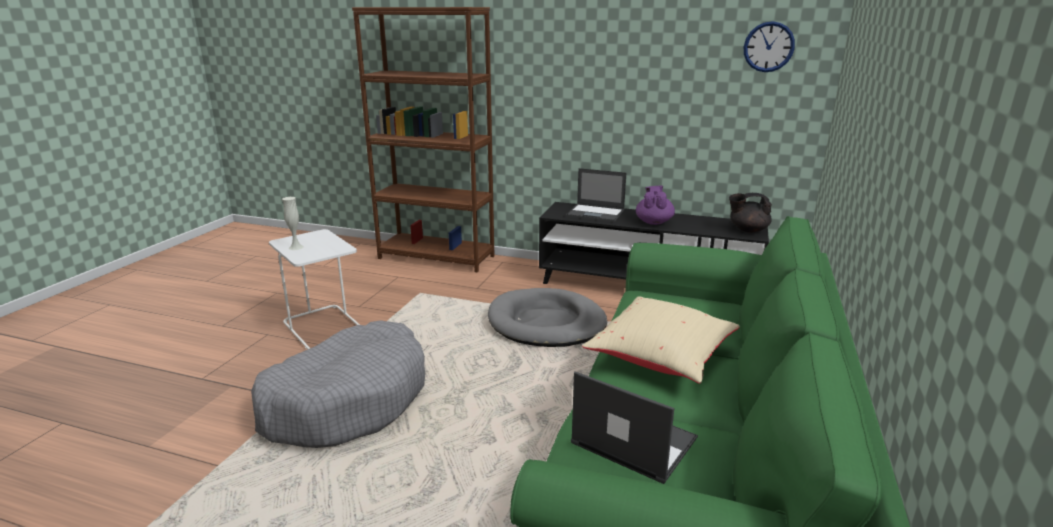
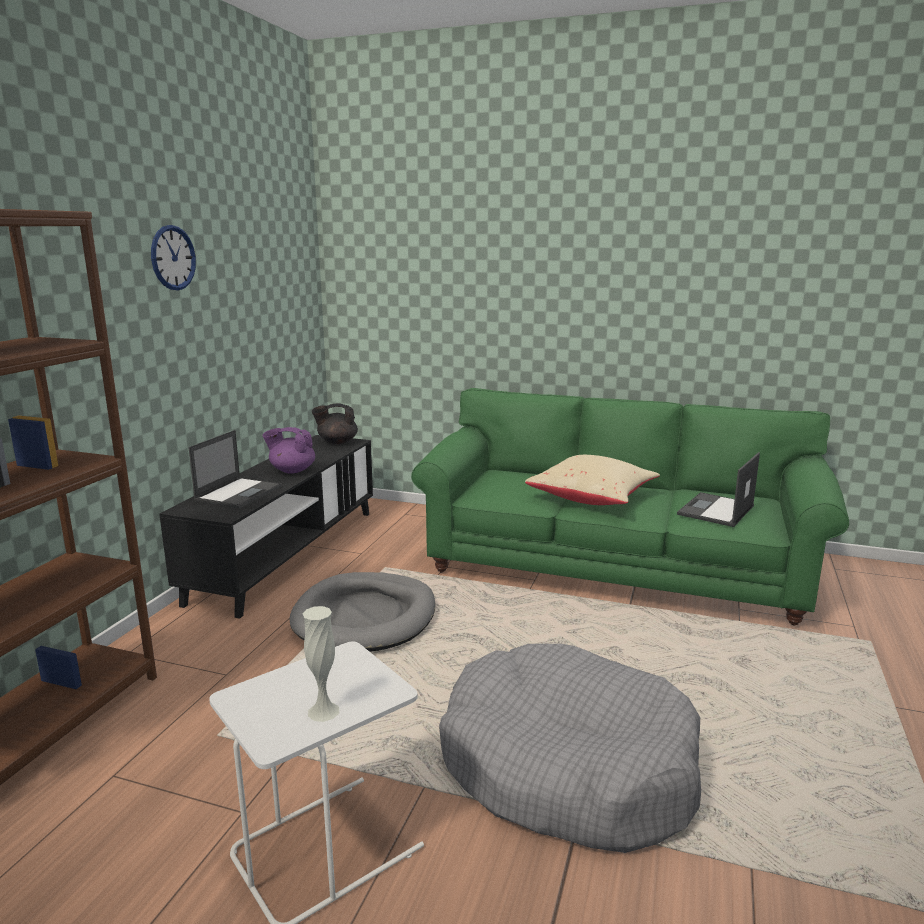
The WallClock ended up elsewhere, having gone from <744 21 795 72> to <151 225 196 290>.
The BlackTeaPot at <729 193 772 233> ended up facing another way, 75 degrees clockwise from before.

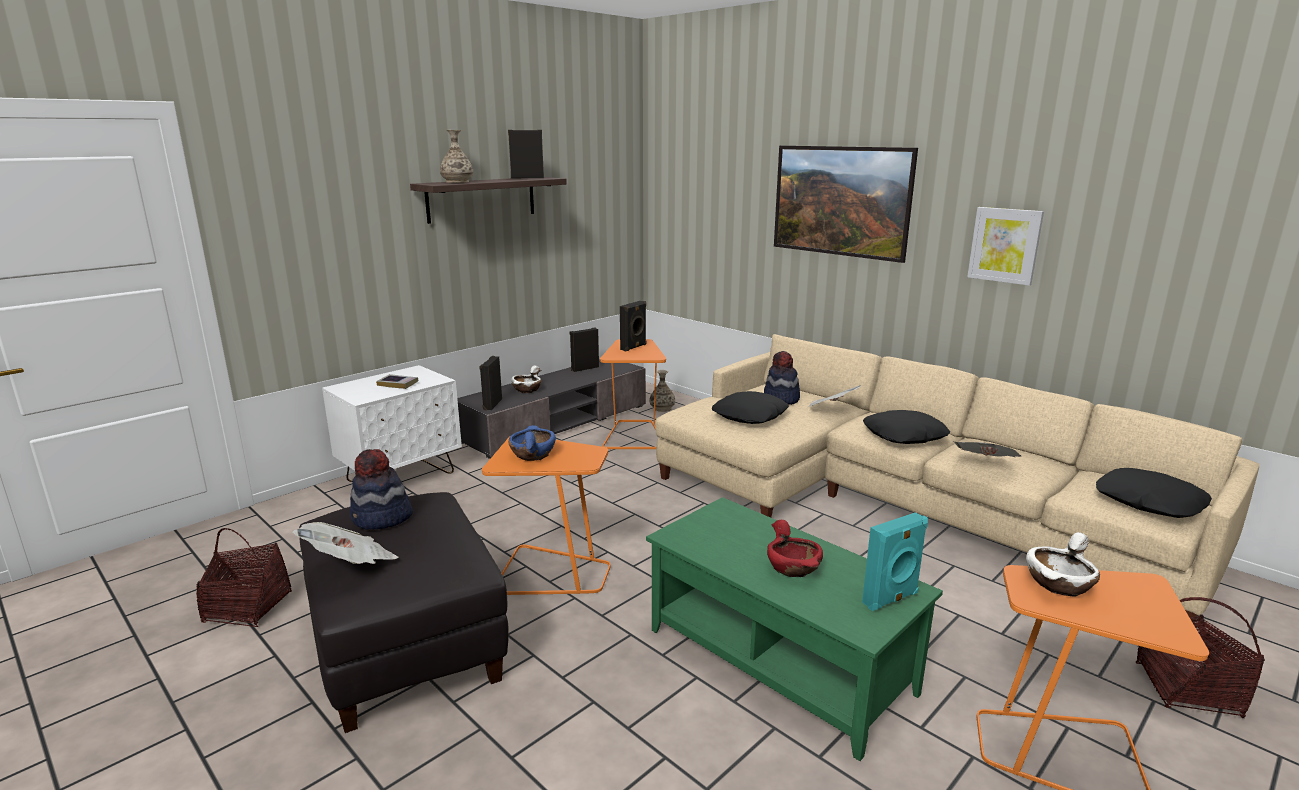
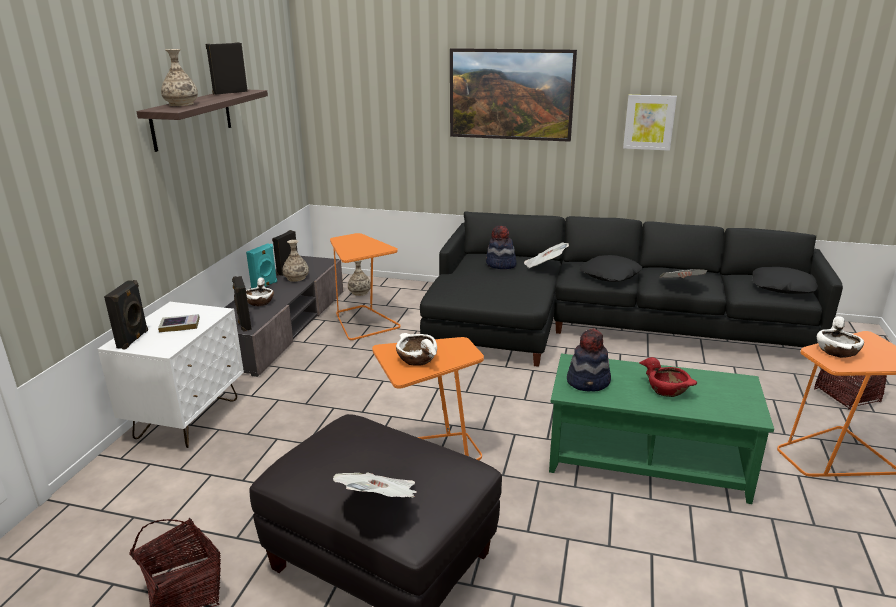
The second view lost the BlackPillow at <712 391 789 424>.
The second view gained the DecorativeVase at <282 240 309 282>.
The ClothingHat ended up elsewhere, having gone from <350 449 413 530> to <567 328 611 392>.
The BlackAudioSpeaker ended up elsewhere, having gone from <620 301 646 351> to <104 280 148 350>.
The TurquoiseColouredAudioSpeaker ended up elsewhere, having gone from <862 512 928 611> to <246 243 277 288>.
What was the BlueBowl at <508 425 556 461> turned into the WhiteColouredBowl at <396 333 437 366>.
What was the SandColouredSettee at <656 334 1260 623> turned into the BlackSettee at <420 211 843 367>.

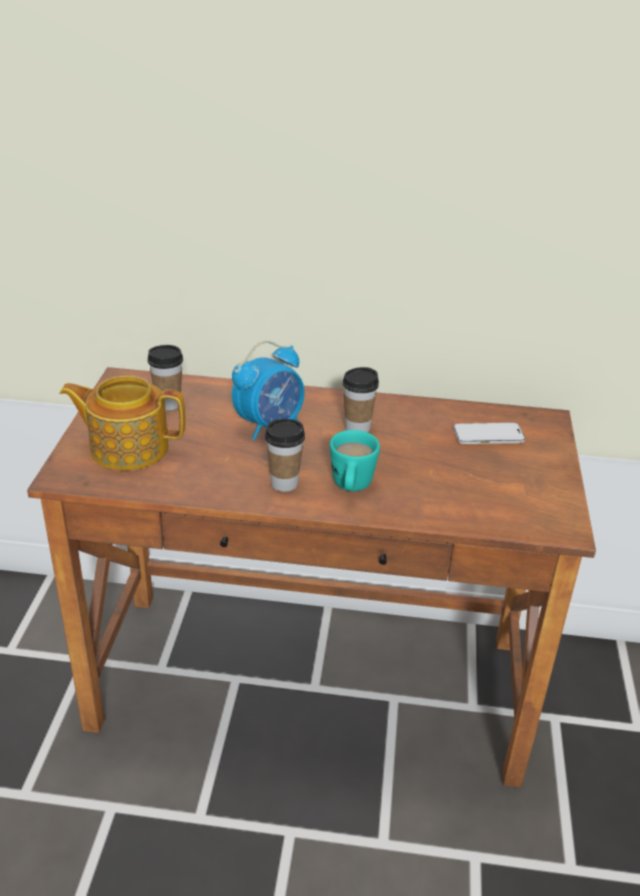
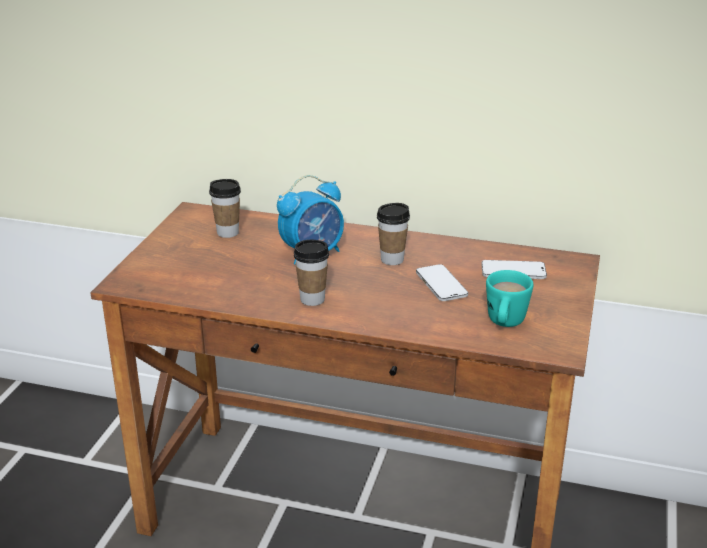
The second view lost the TeaPot at <59 375 186 471>.
The second view gained the Handset at <416 264 468 301>.
The TurquoiseColouredCoffeeMug ended up elsewhere, having gone from <330 430 380 491> to <486 270 534 327>.

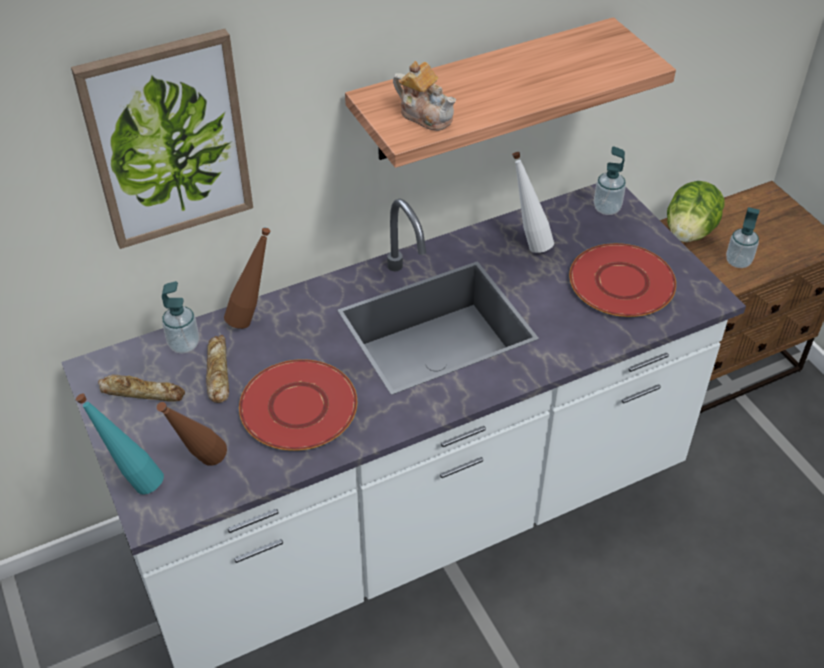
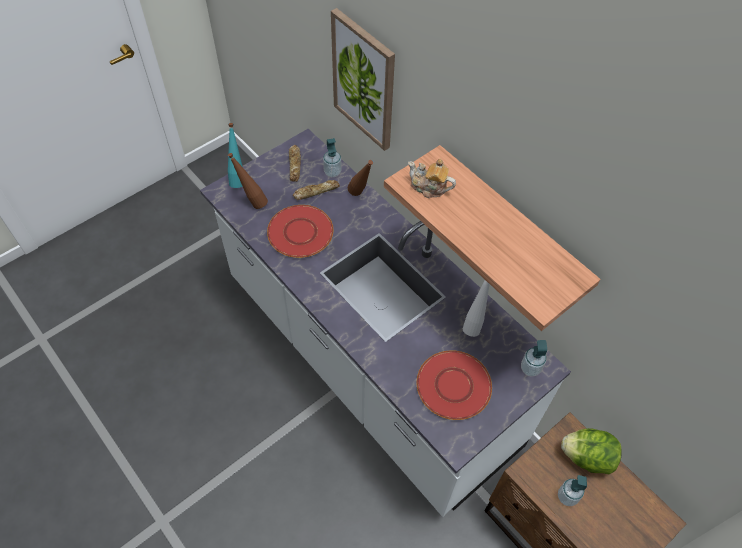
The TeaPot at <393 61 456 131> ended up facing another way, 90 degrees clockwise from before.

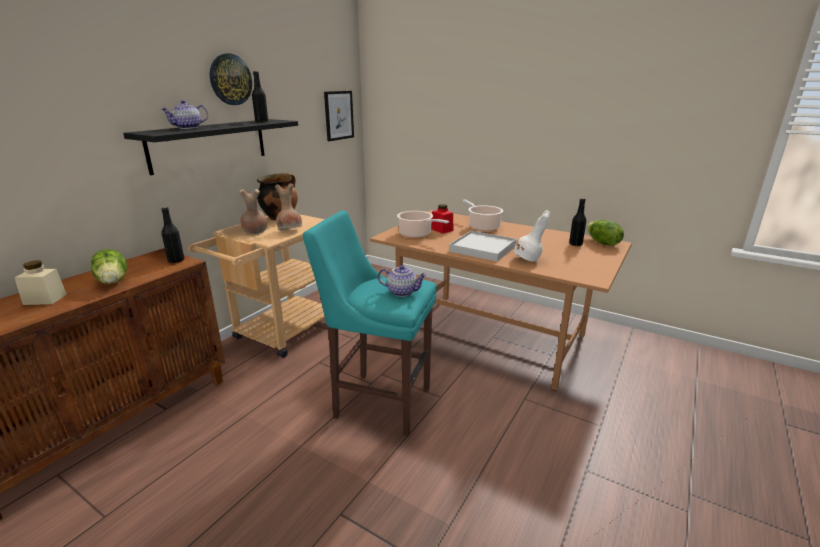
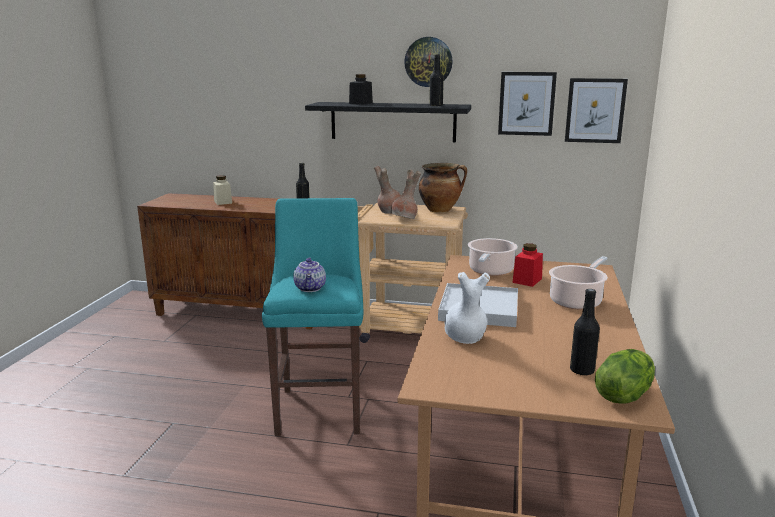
The second view lost the HeadOfLettuce at <91 249 127 284>.
The second view gained the Picture at <498 72 557 136>.
Where the TeaPot stood at <161 100 208 129>, the BlackStorageJar came to stand at <349 74 373 105>.

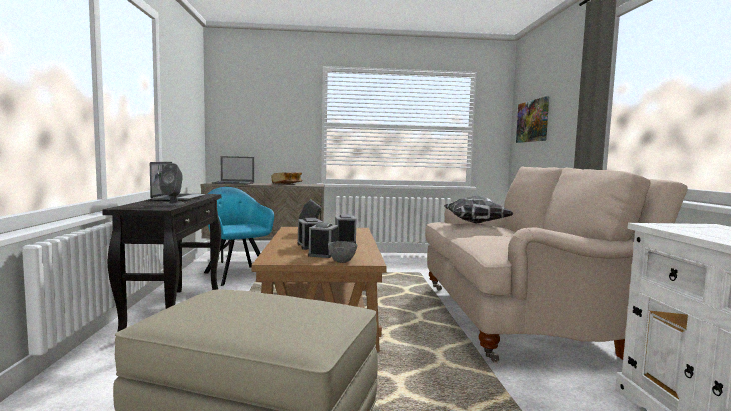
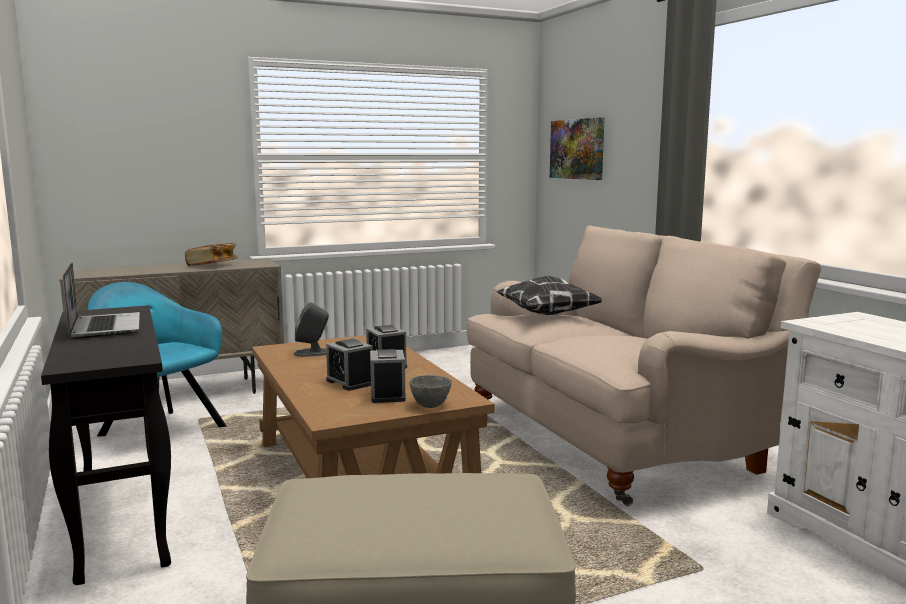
The second view lost the GreyAudioSpeaker at <160 163 184 206>.
The second view lost the Laptop at <212 156 254 185>.

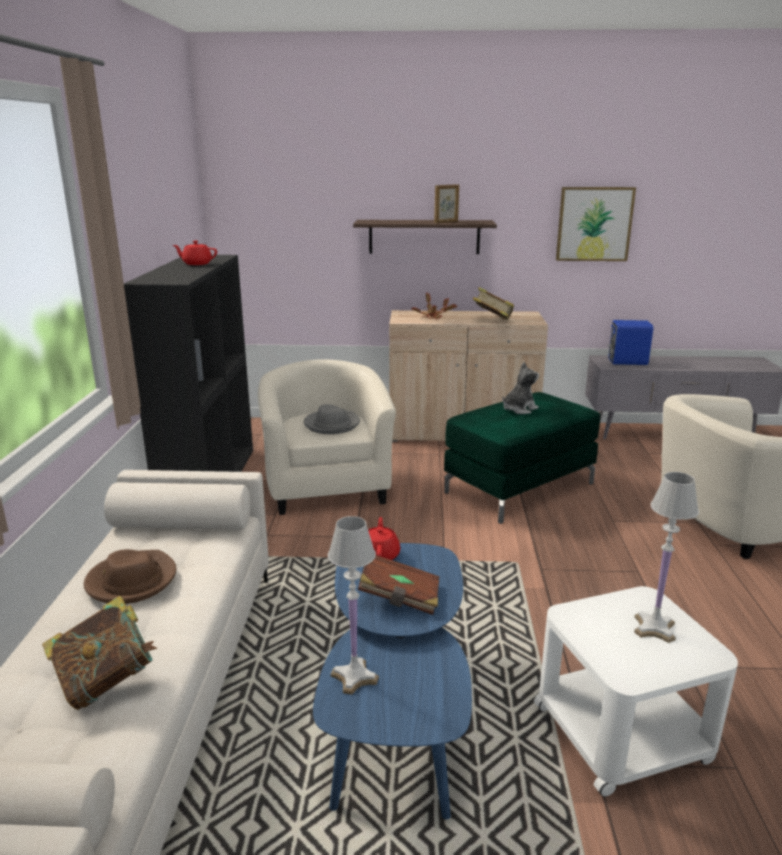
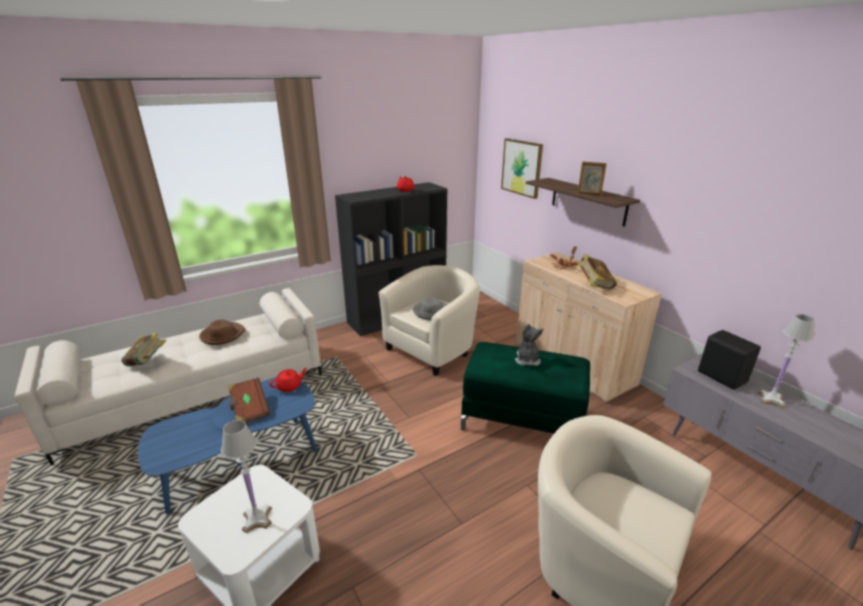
The WhiteColouredTabletopLamp ended up elsewhere, having gone from <328 516 379 695> to <758 314 815 408>.
The Picture ended up elsewhere, having gone from <556 187 636 261> to <501 138 543 199>.
What was the BlueAudioSpeaker at <607 320 653 365> turned into the BlackAudioSpeaker at <698 330 761 390>.
The PlushToy at <503 362 539 414> ended up facing another way, 105 degrees counterclockwise from before.

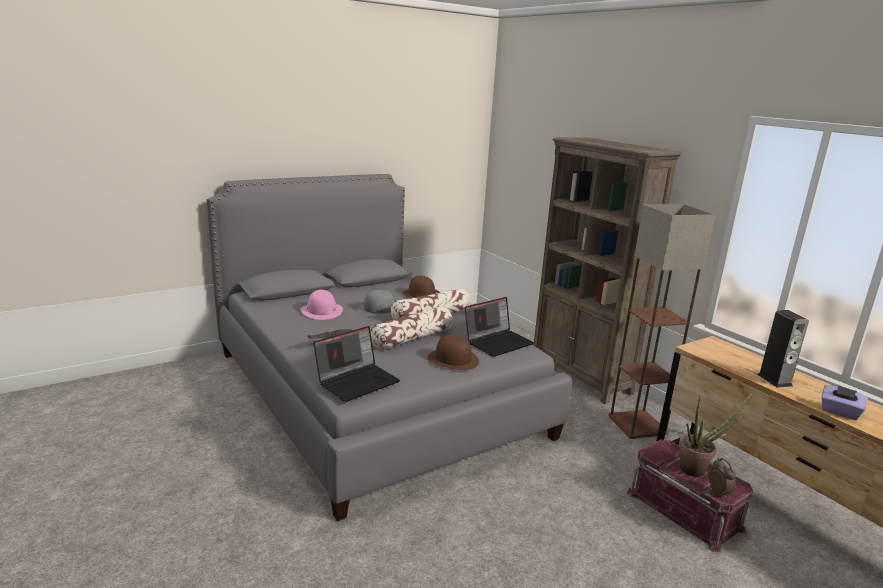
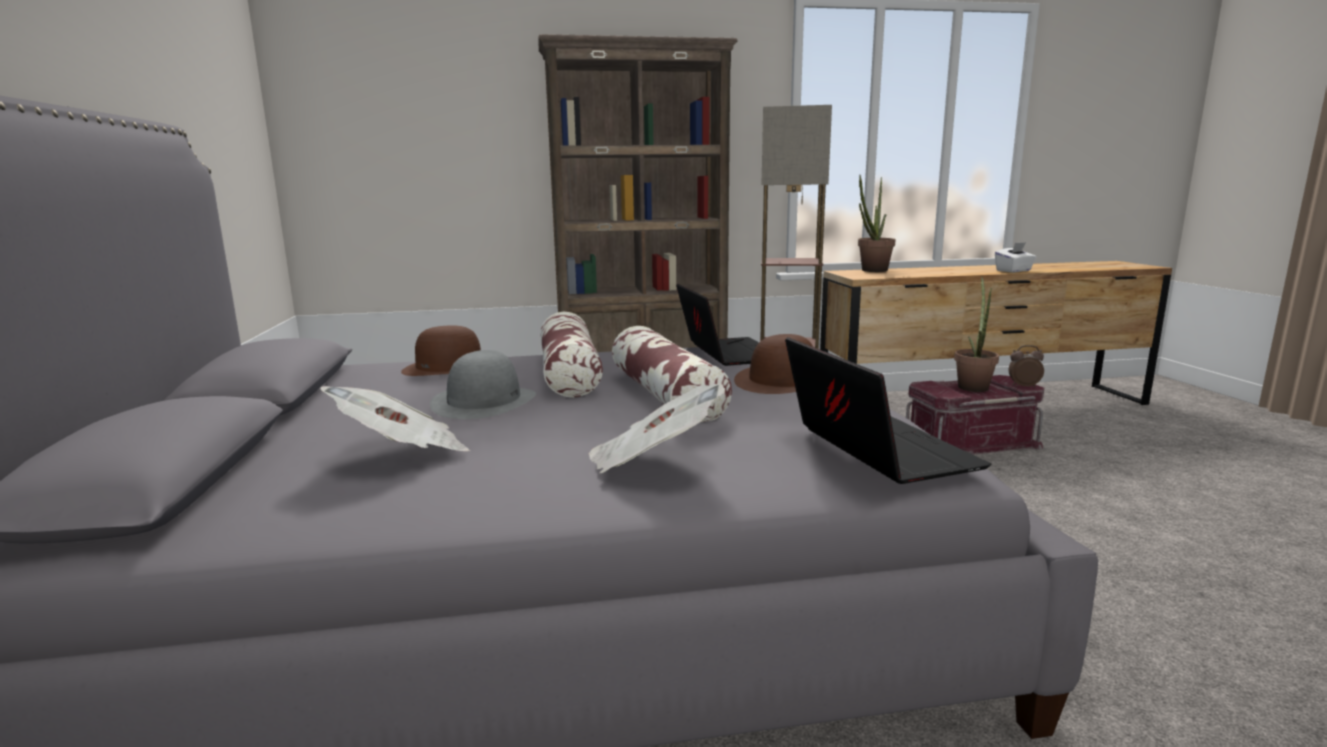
The second view lost the AudioSpeaker at <757 310 809 388>.
The second view gained the Houseplant at <858 175 896 272>.
Where the PinkishClothingHat stood at <301 290 343 320>, the PrintedPaper came to stand at <320 386 470 451>.
What was the PurplishBoxOfTissues at <822 385 868 420> turned into the WhiteColouredBoxOfTissues at <995 242 1036 272>.

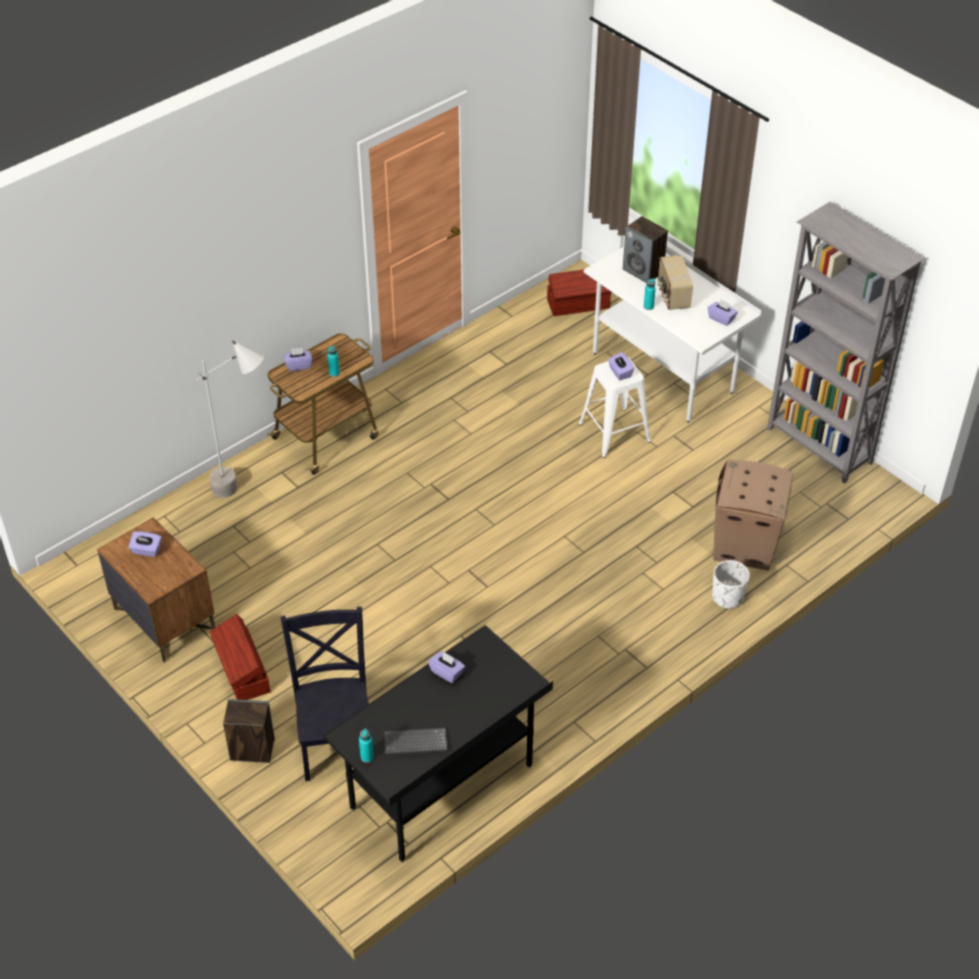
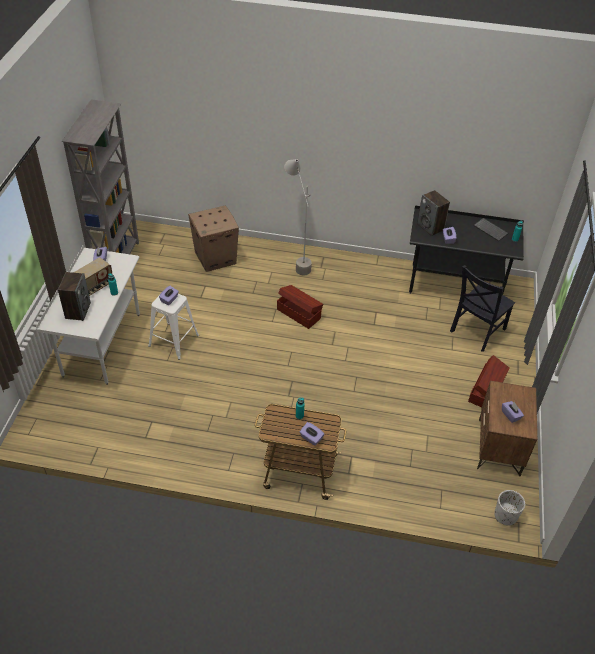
The GreyStandingLamp ended up elsewhere, having gone from <196 340 264 498> to <284 159 312 275>.
The AudioSpeaker ended up elsewhere, having gone from <223 699 275 763> to <417 190 450 236>.
The BrownColouredStorageBox ended up elsewhere, having gone from <547 269 612 316> to <277 285 323 329>.
The WhiteColouredPlanter ended up elsewhere, having gone from <712 560 750 609> to <494 490 525 525>.

